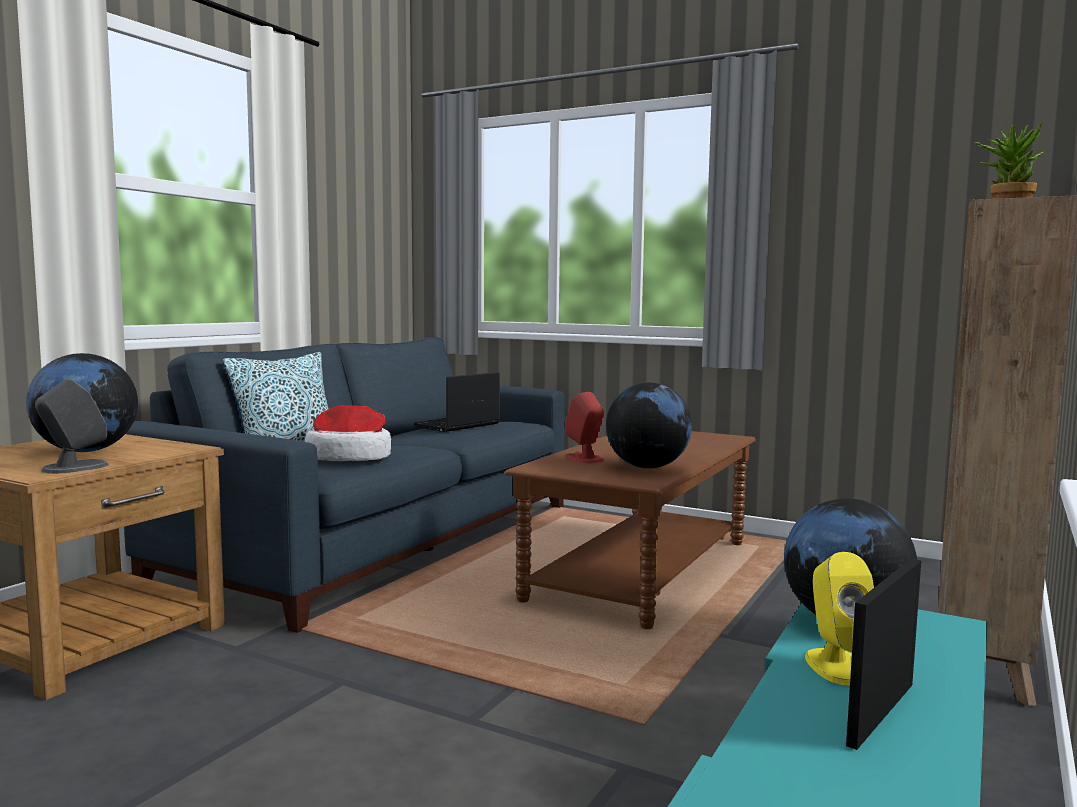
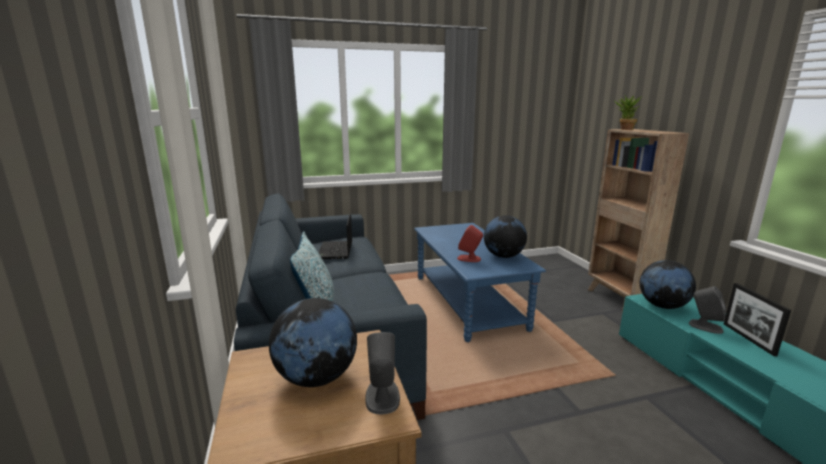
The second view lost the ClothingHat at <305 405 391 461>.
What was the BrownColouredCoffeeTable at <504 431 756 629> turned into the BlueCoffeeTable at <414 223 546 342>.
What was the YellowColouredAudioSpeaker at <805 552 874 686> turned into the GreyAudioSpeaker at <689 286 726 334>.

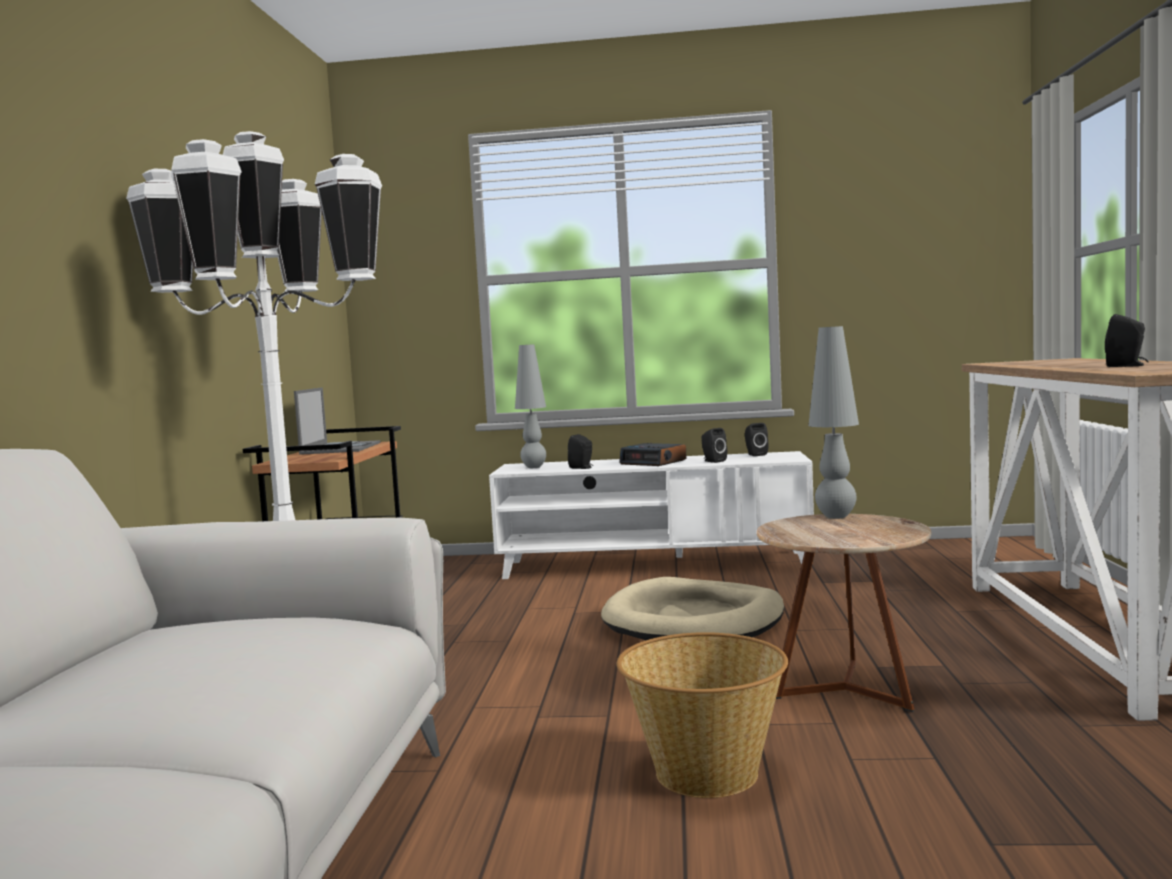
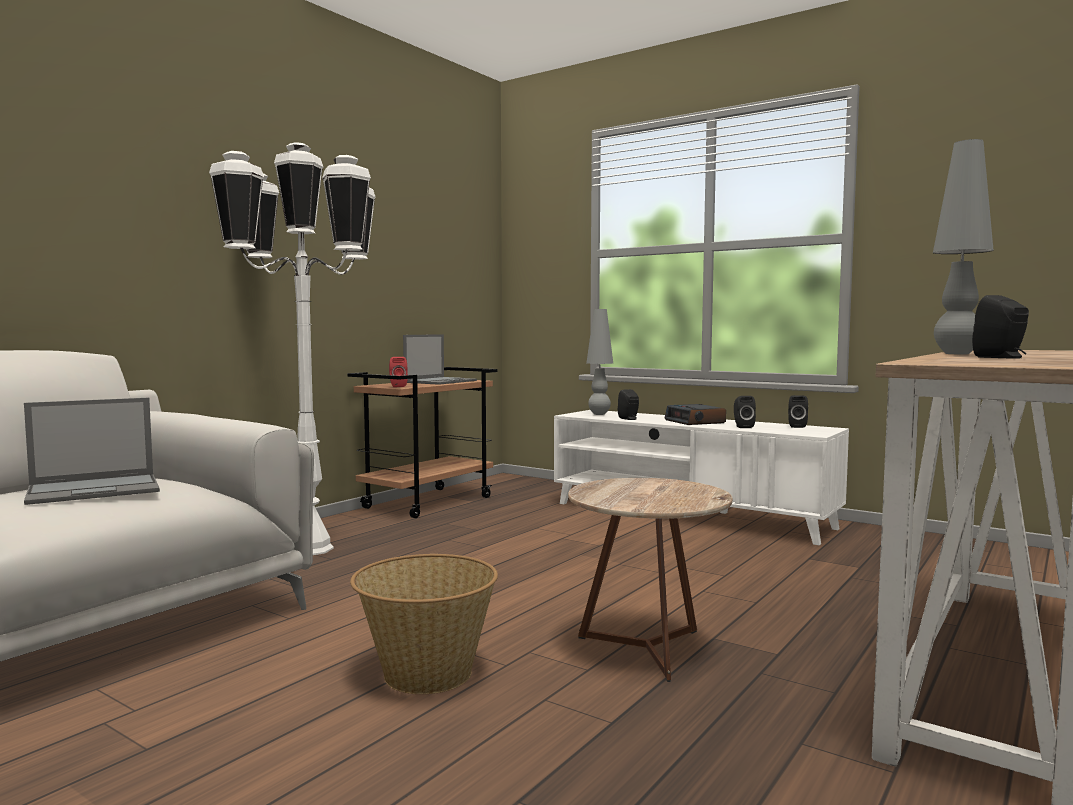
The second view lost the SandColouredPetBed at <601 577 784 640>.
The second view gained the Laptop at <24 398 160 505>.
The second view gained the RedColouredAudioSpeaker at <389 357 408 387>.
The GreyTabletopLamp ended up elsewhere, having gone from <808 326 859 519> to <933 139 994 354>.

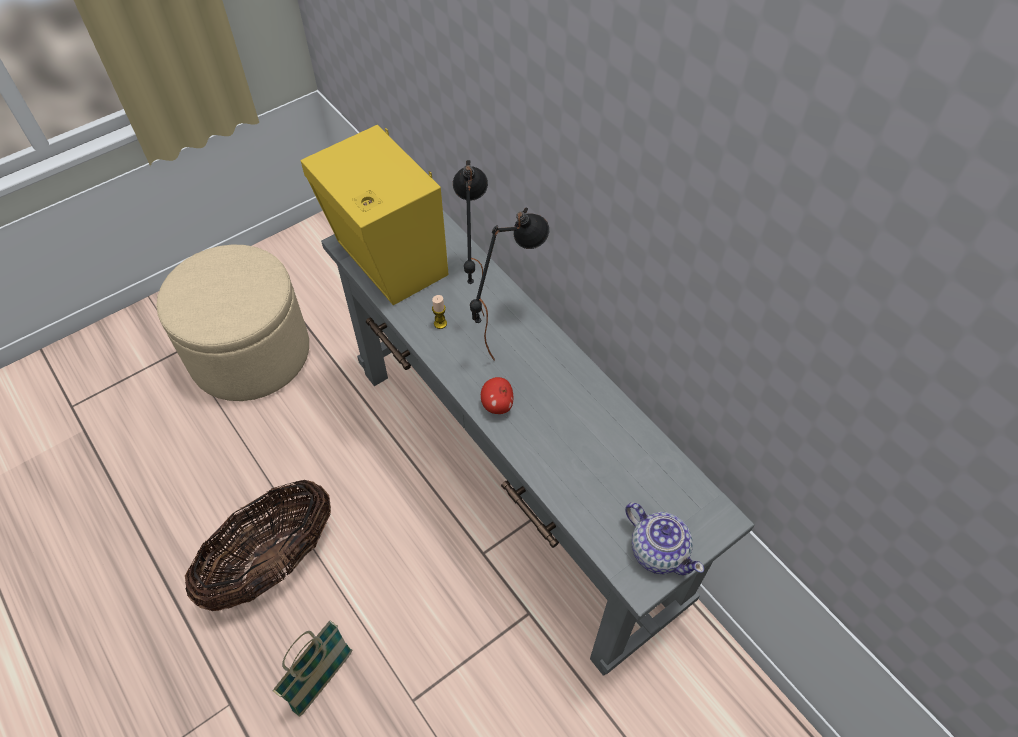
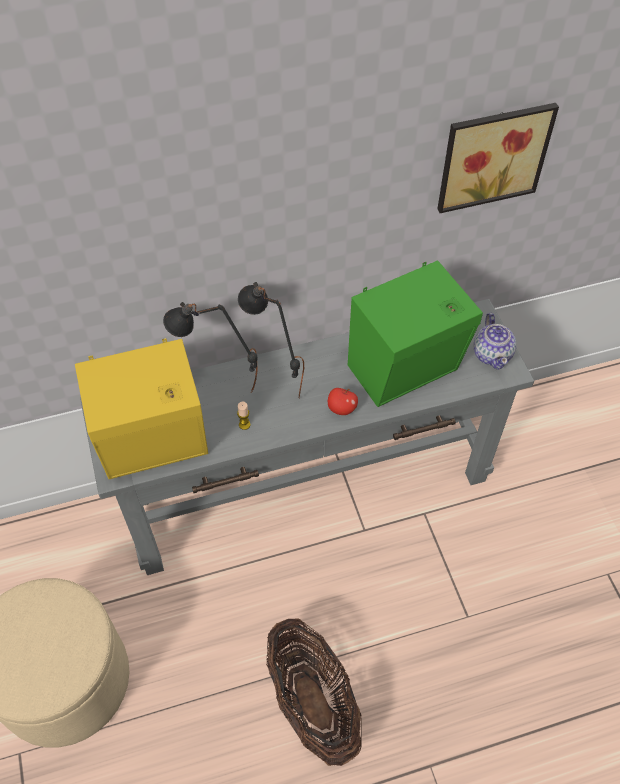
The second view lost the StorageBasket at <273 620 352 717>.
The second view gained the GreenAudioSpeaker at <348 260 483 407>.
The second view gained the Picture at <437 103 559 213>.
The TeaPot at <625 503 704 575> ended up facing another way, 105 degrees clockwise from before.

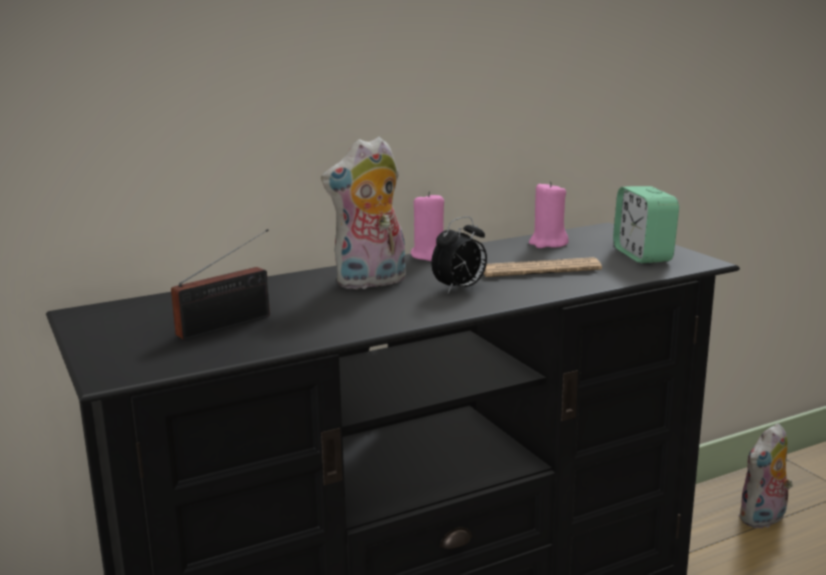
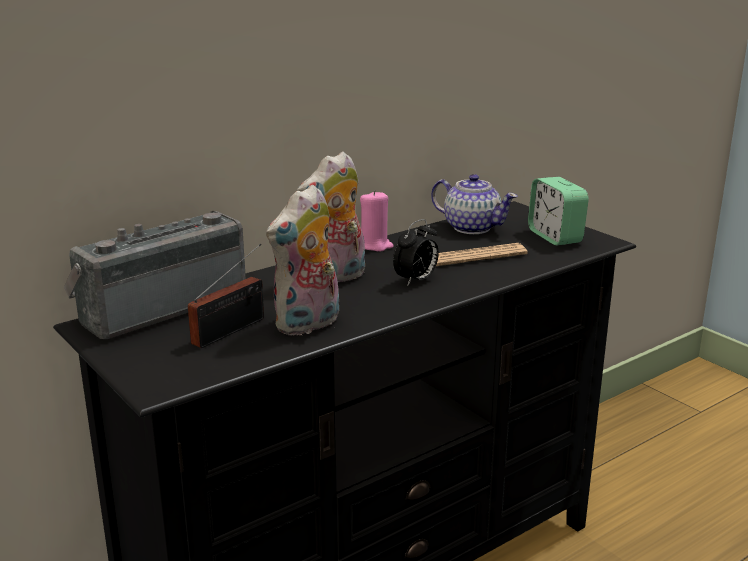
The second view gained the Radio at <64 211 246 339>.
The PlushToy ended up elsewhere, having gone from <738 423 793 528> to <266 184 339 336>.
Where the PinkishWaxLight stood at <529 181 569 248>, the TeaPot came to stand at <431 174 518 234>.

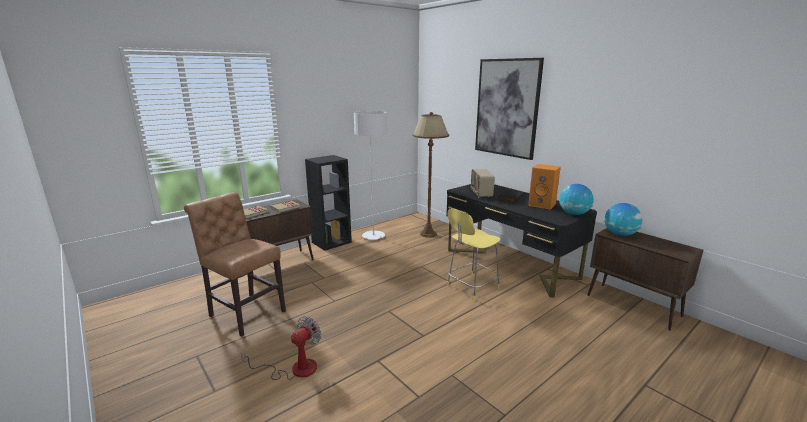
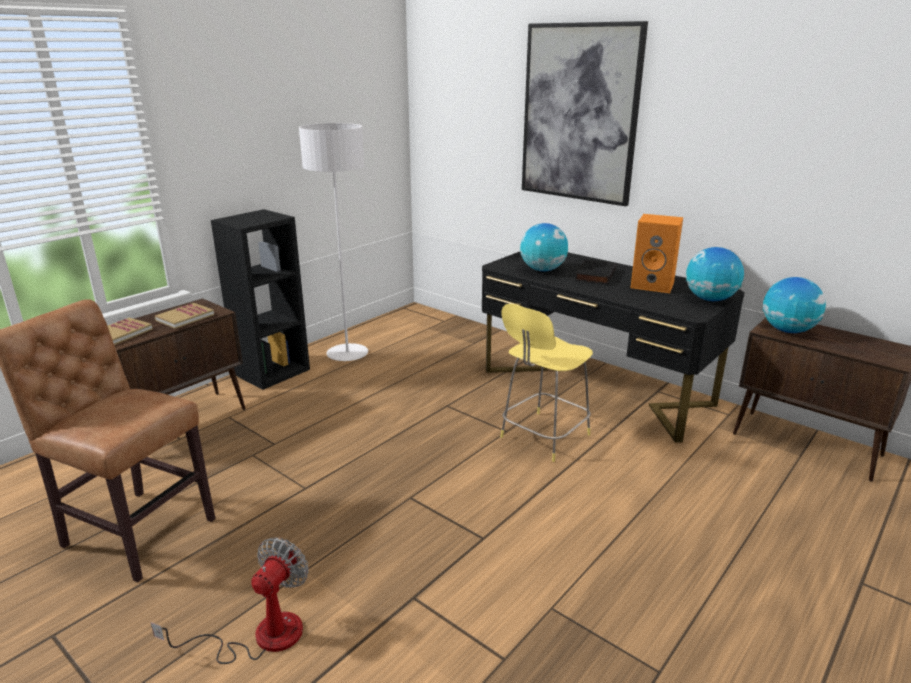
The second view lost the BrownColouredStandingLamp at <412 112 449 238>.
Where the Radio stood at <470 169 495 198>, the DeskGlobe came to stand at <520 223 568 272>.

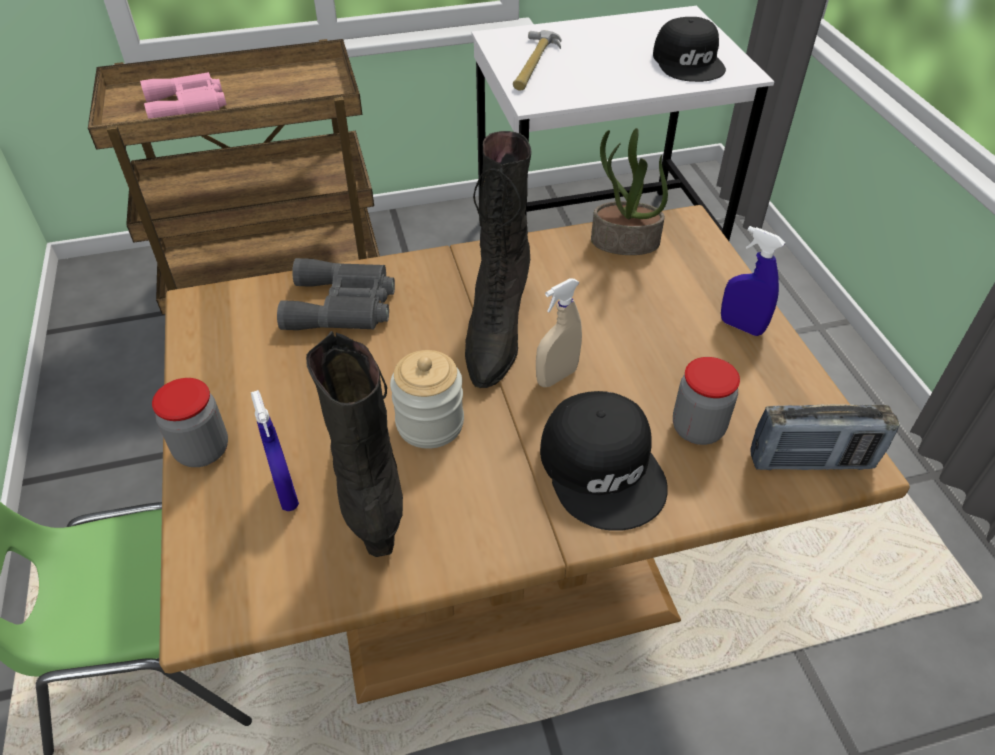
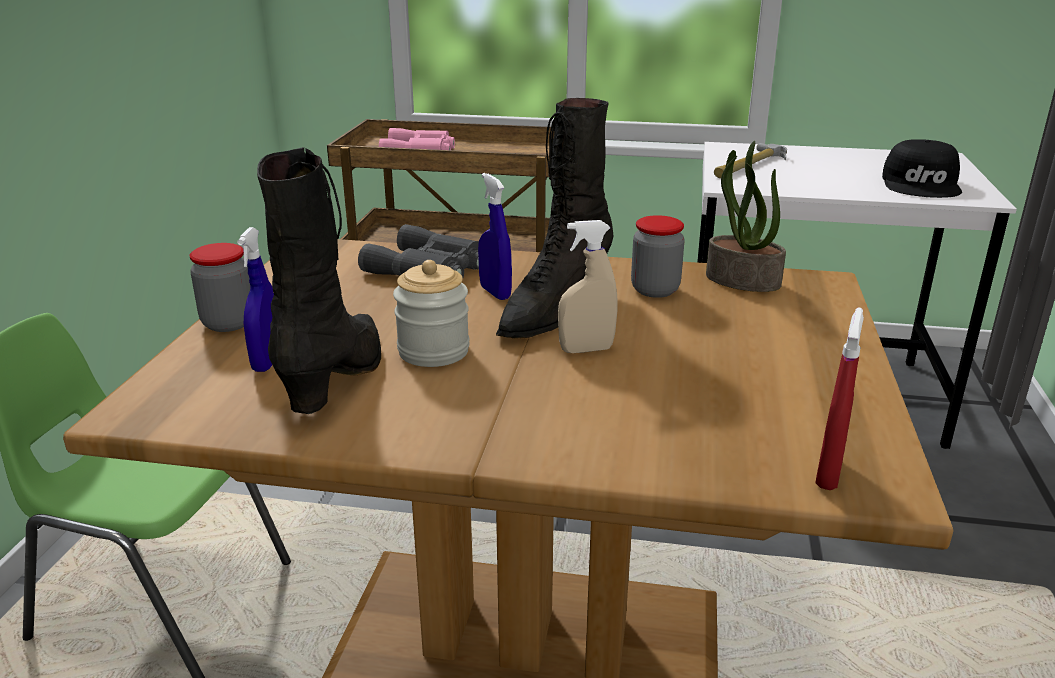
The second view lost the BlackPeakedCap at <540 391 668 531>.
The StorageJar ended up elsewhere, having gone from <673 357 740 445> to <631 215 685 298>.
The BlueSprayer ended up elsewhere, having gone from <721 226 785 336> to <478 173 512 300>.
Where the Radio stood at <750 404 899 470>, the RedColouredSprayer came to stand at <815 307 864 490>.

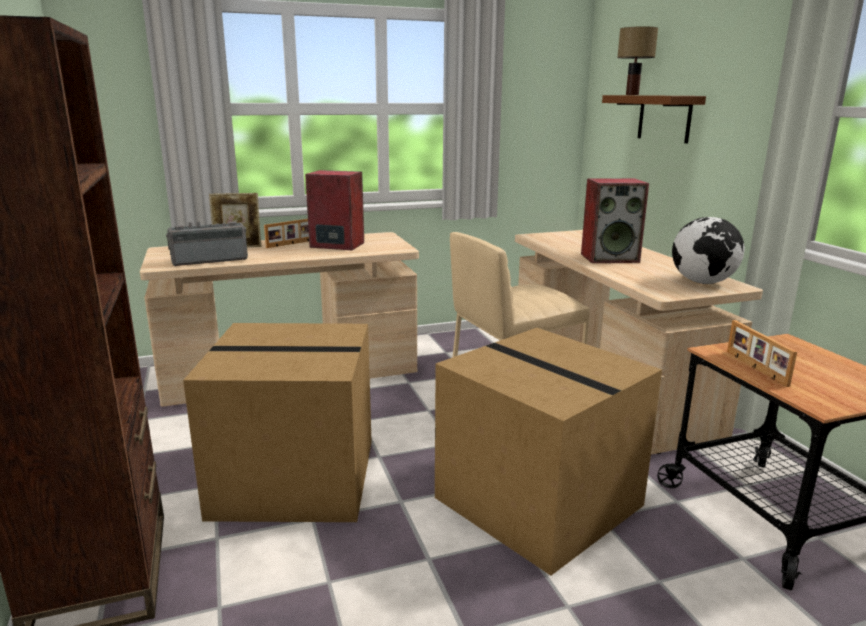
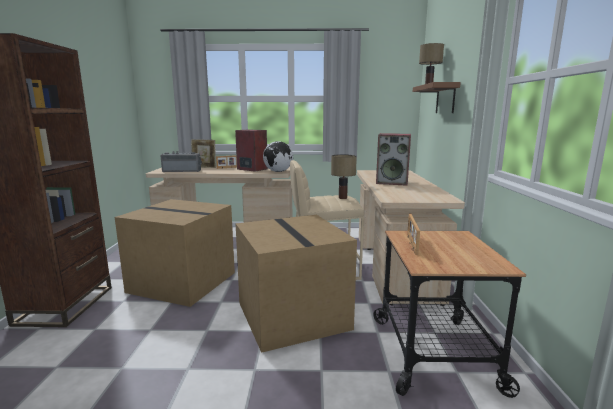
The second view gained the TabletopLamp at <331 154 357 199>.
The DeskGlobe ended up elsewhere, having gone from <672 217 745 284> to <263 141 293 172>.

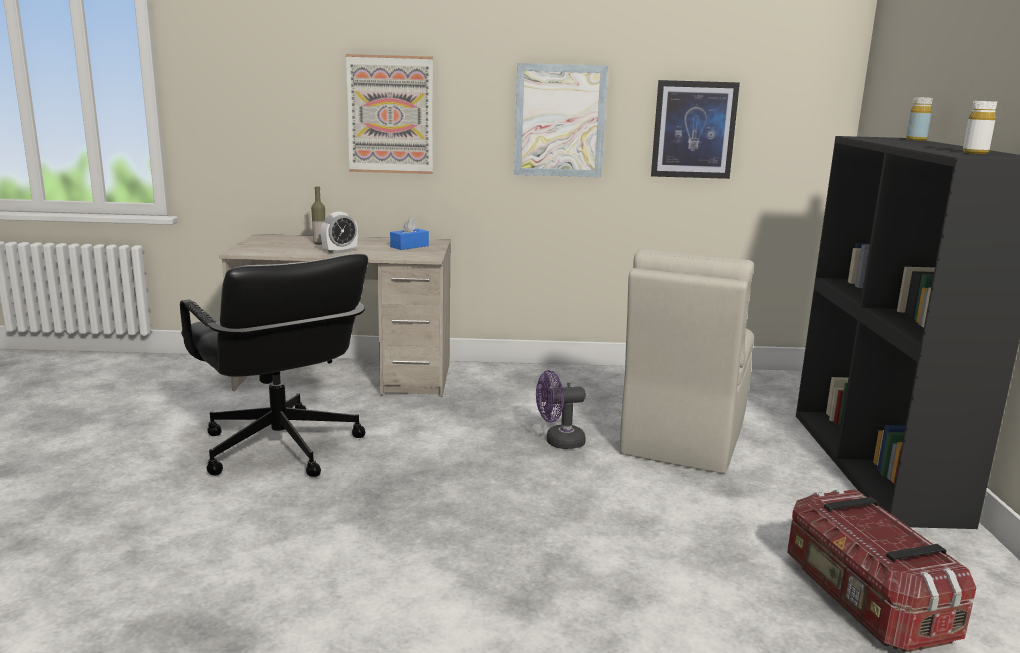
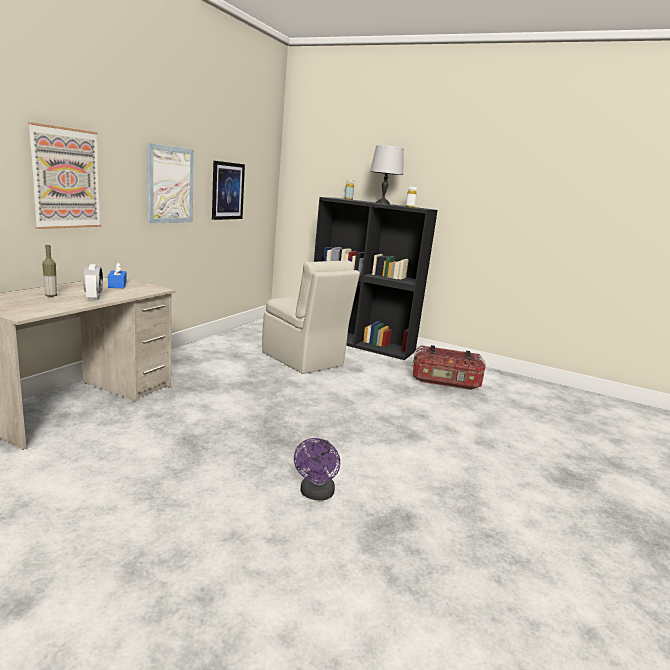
The second view lost the BlackDeskChair at <180 254 368 477>.
The second view gained the GreyTabletopLamp at <370 145 404 205>.
The PurplishFan ended up elsewhere, having gone from <536 370 586 449> to <294 438 340 501>.

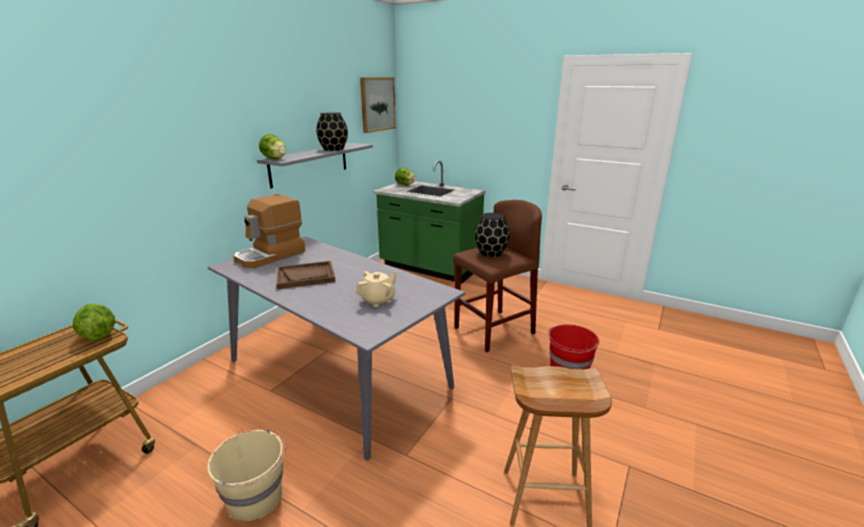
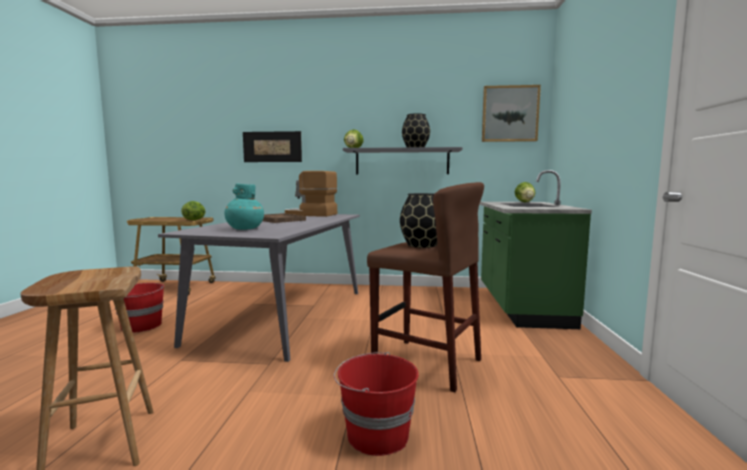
The second view gained the Picture at <243 131 302 162>.
Where the SandColouredTeaPot stood at <355 271 397 307>, the TurquoiseColouredDecorativeVase came to stand at <224 184 264 230>.
What was the SandColouredPail at <207 429 286 522> turned into the RedColouredPail at <115 283 164 333>.

